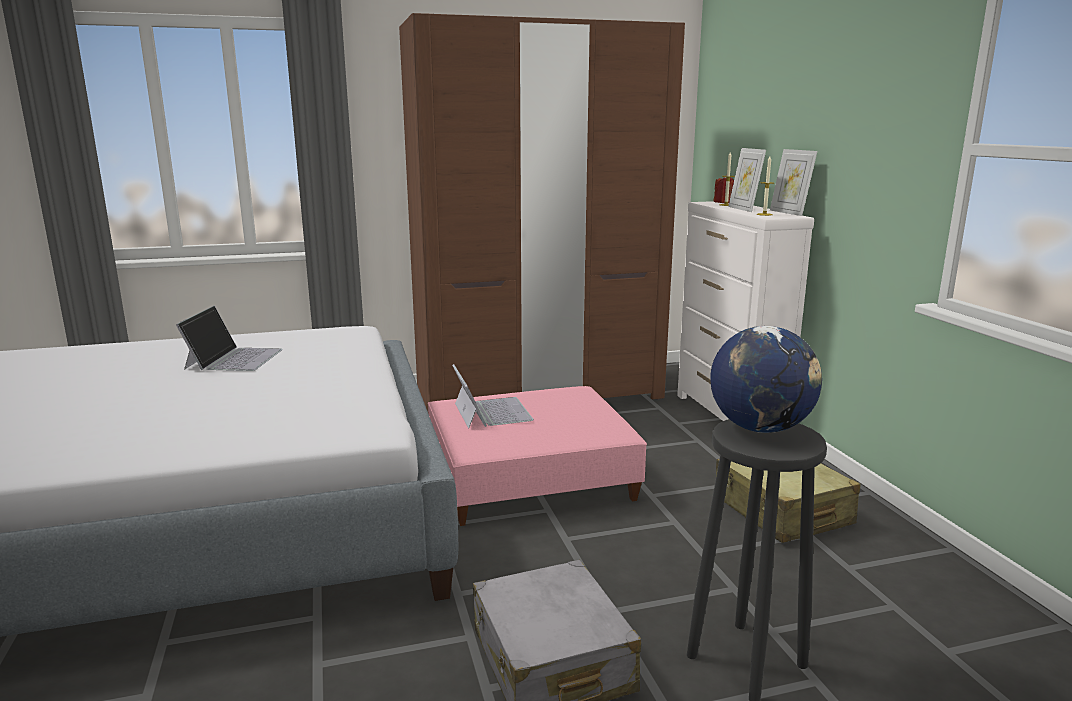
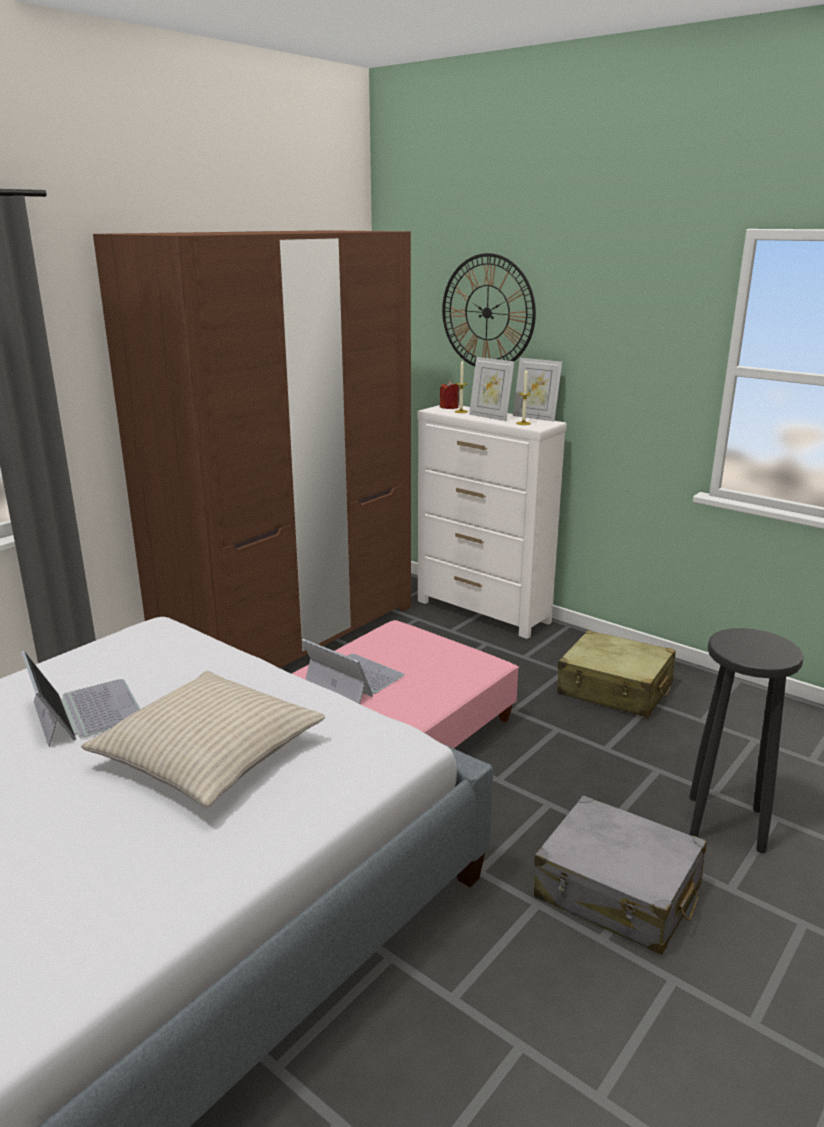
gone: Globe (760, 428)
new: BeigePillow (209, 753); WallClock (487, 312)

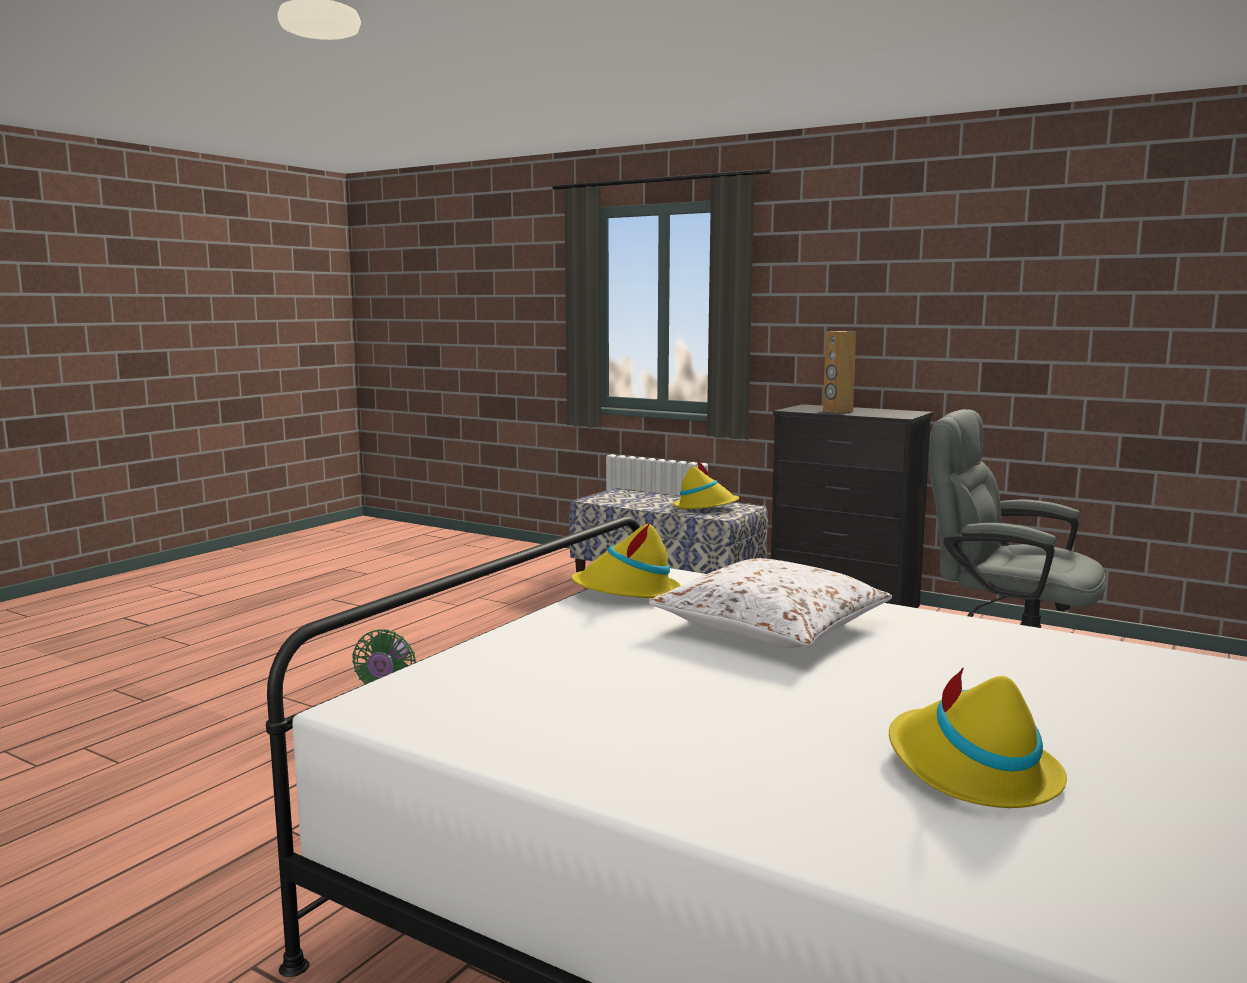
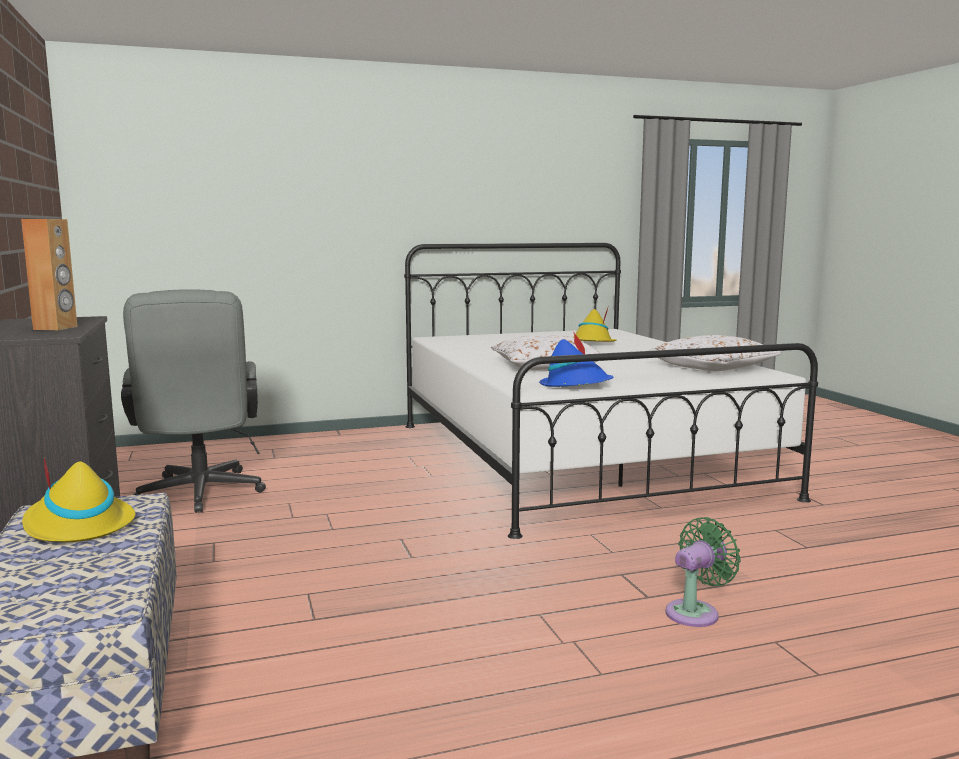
new: WhiteColouredPillow (711, 367)
repainted: YellowHat (627, 592) to BlueColouredHat (575, 386)

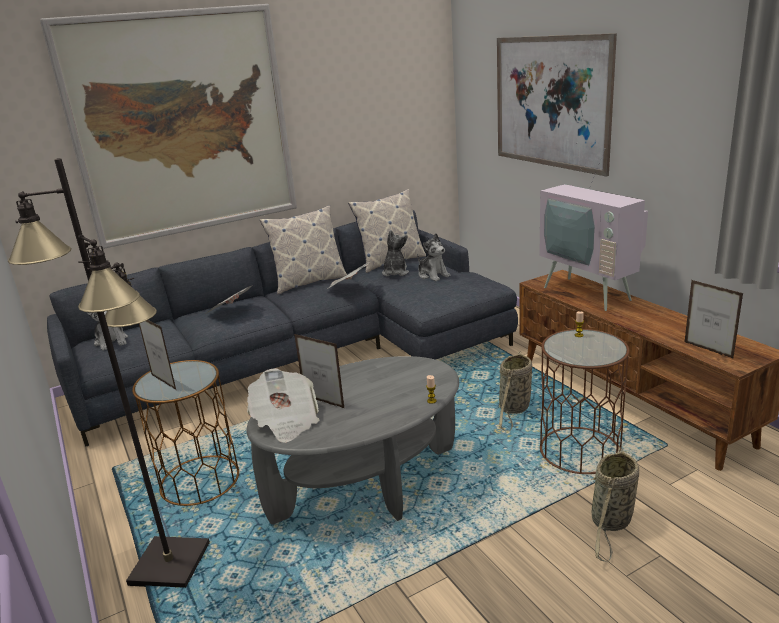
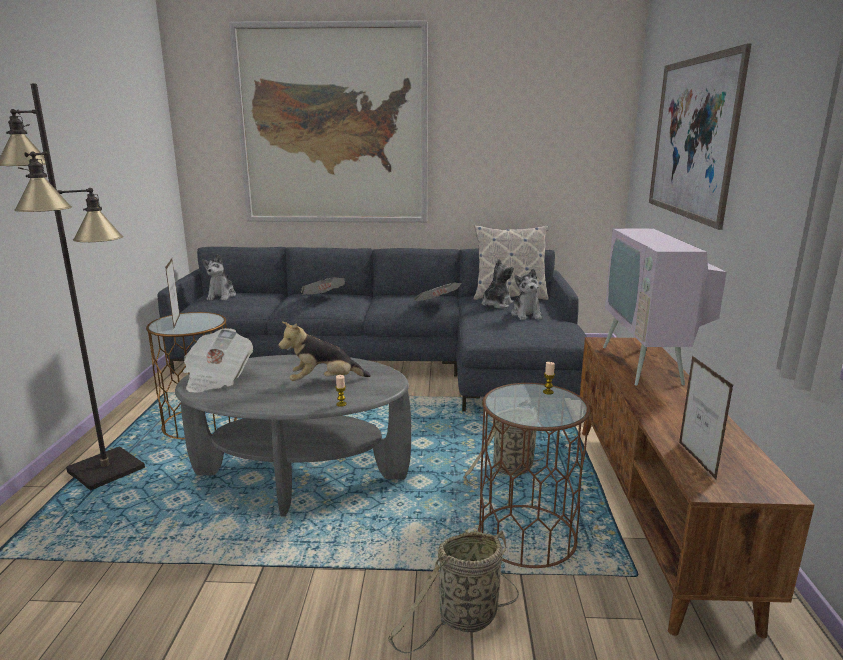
gone: Pillow (309, 282); PictureFrame (323, 402)
new: PlushToy (324, 382)

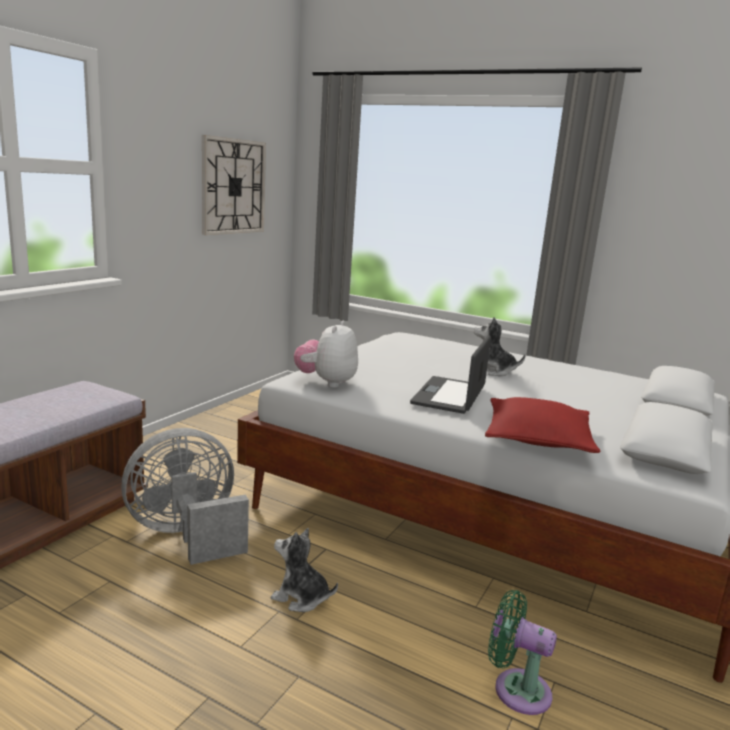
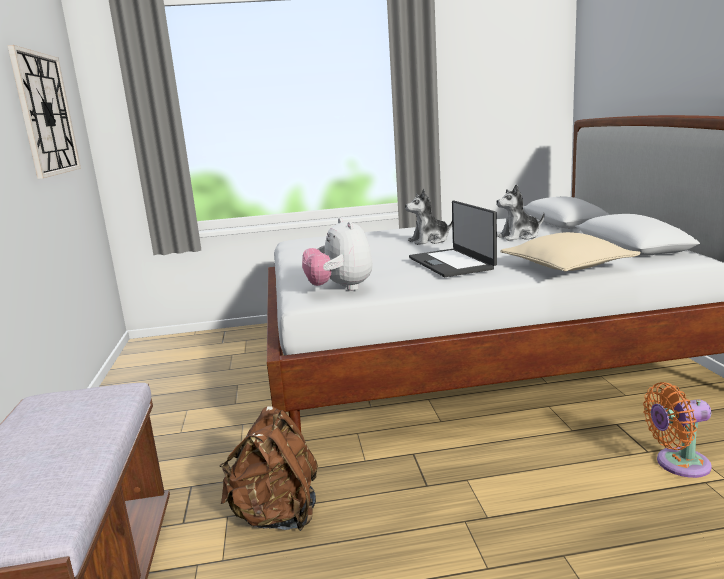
shifted: PlushToy (301, 597) to (519, 237)
swapped: GreyishElectricFan (187, 535) to BrownColouredBackpack (277, 515)
repainted: ReddishPillow (537, 438) to BeigePillow (567, 266); GreenishElectricFan (516, 689) to OrangeyElectricFan (677, 464)

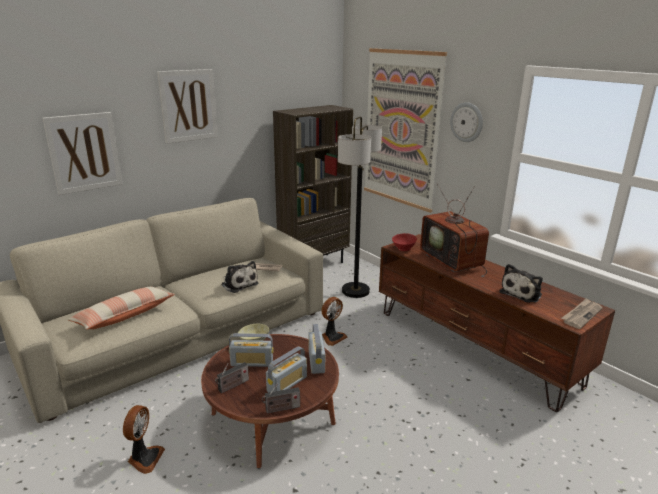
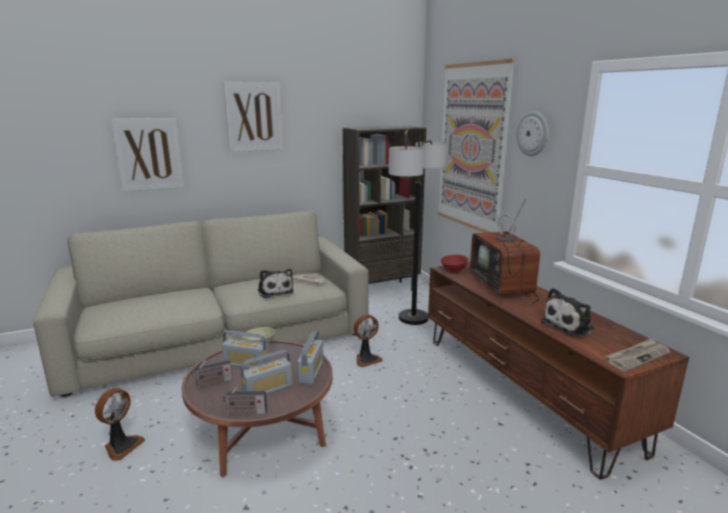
gone: Pillow (124, 316)

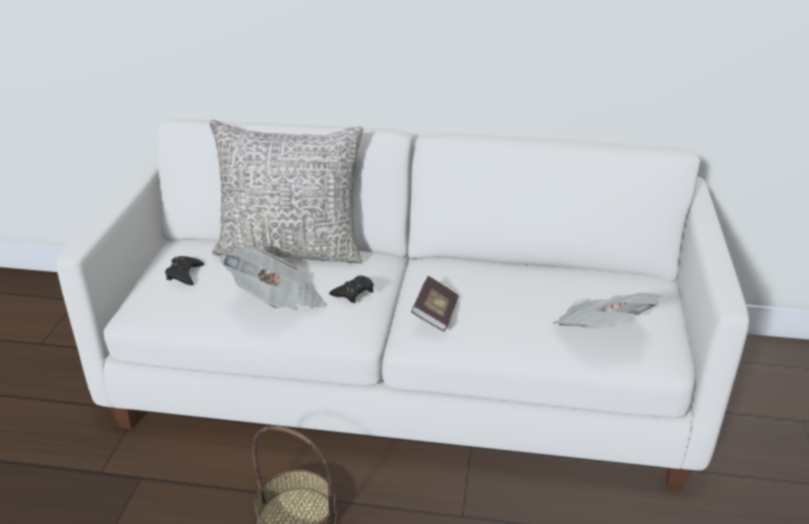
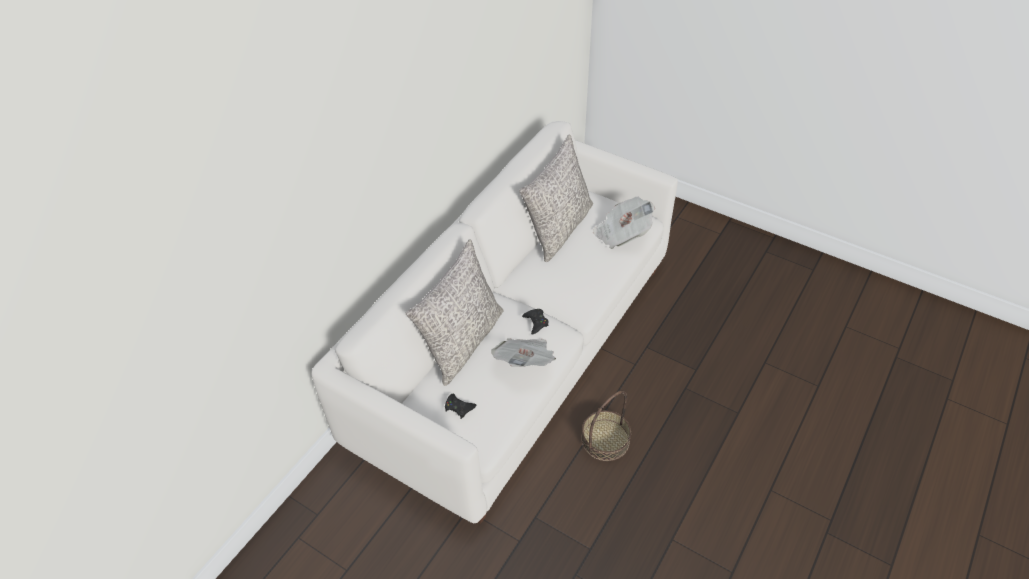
gone: Volume (435, 314)
new: GreyishPillow (558, 228)

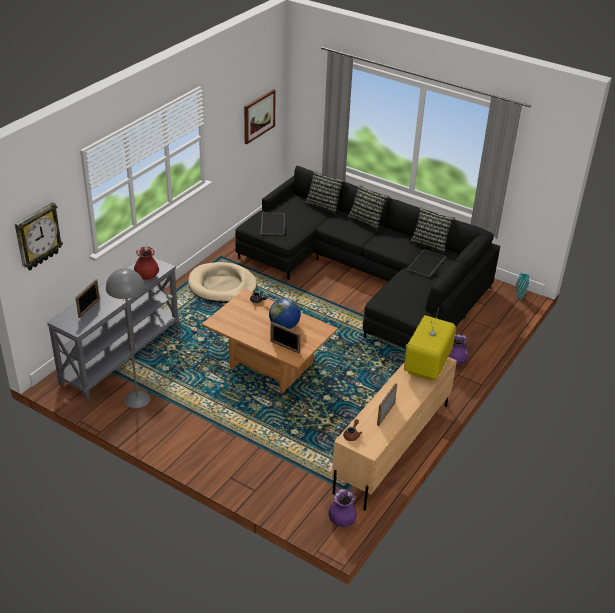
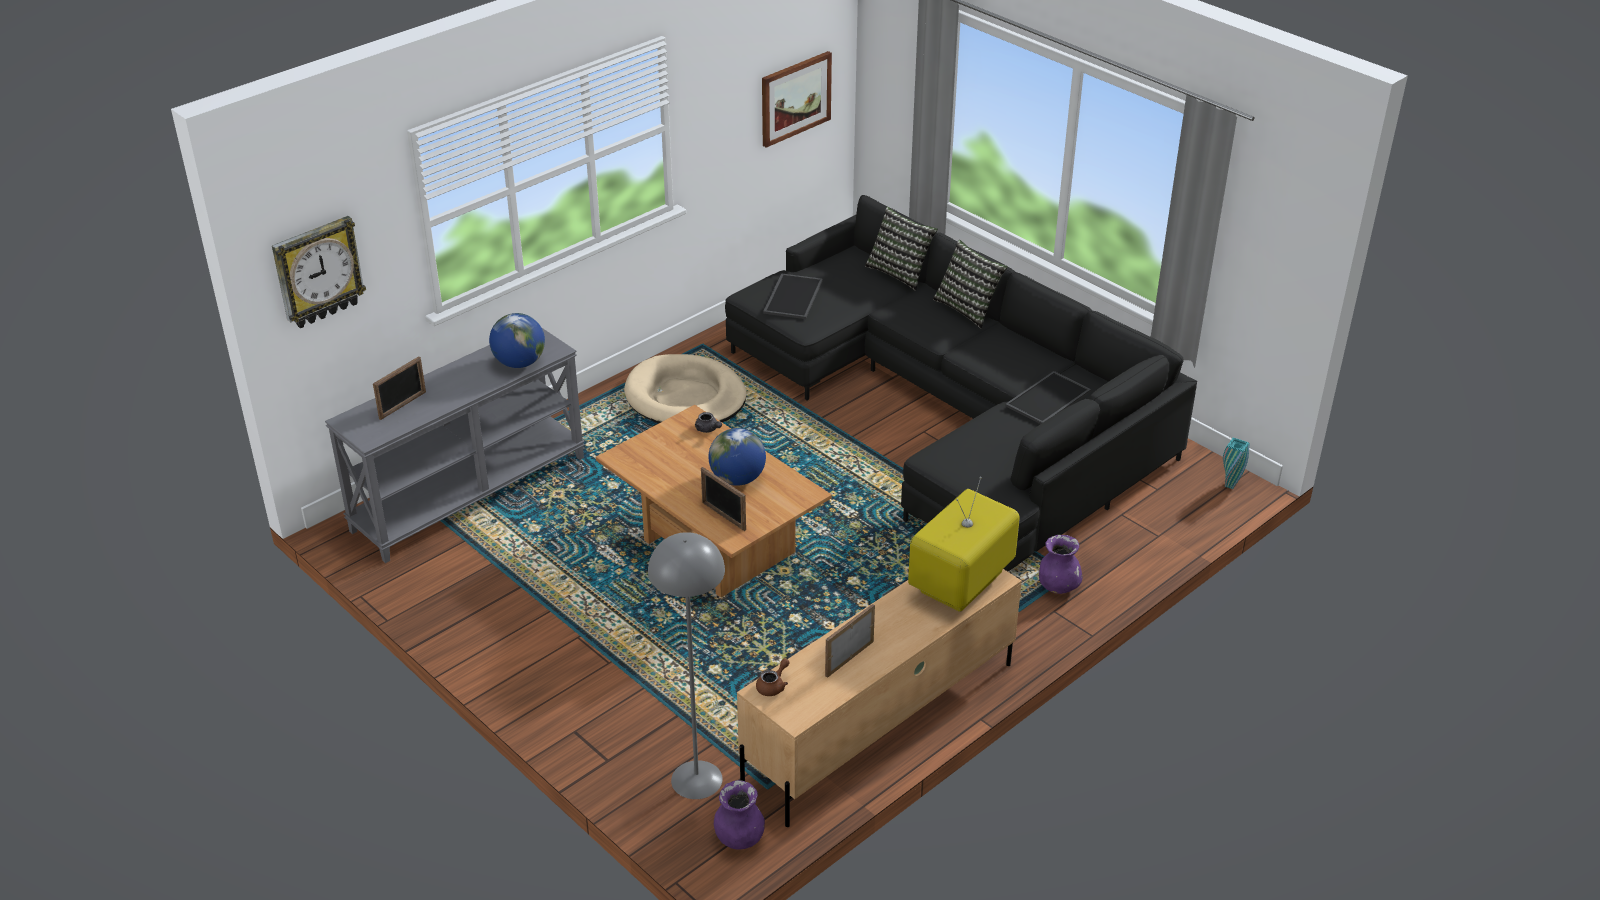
gone: Pillow (430, 244)
shifted: GreyishStandardLamp (137, 399) to (696, 779)
swapped: ReddishDecorativeVase (147, 276) to Globe (519, 363)

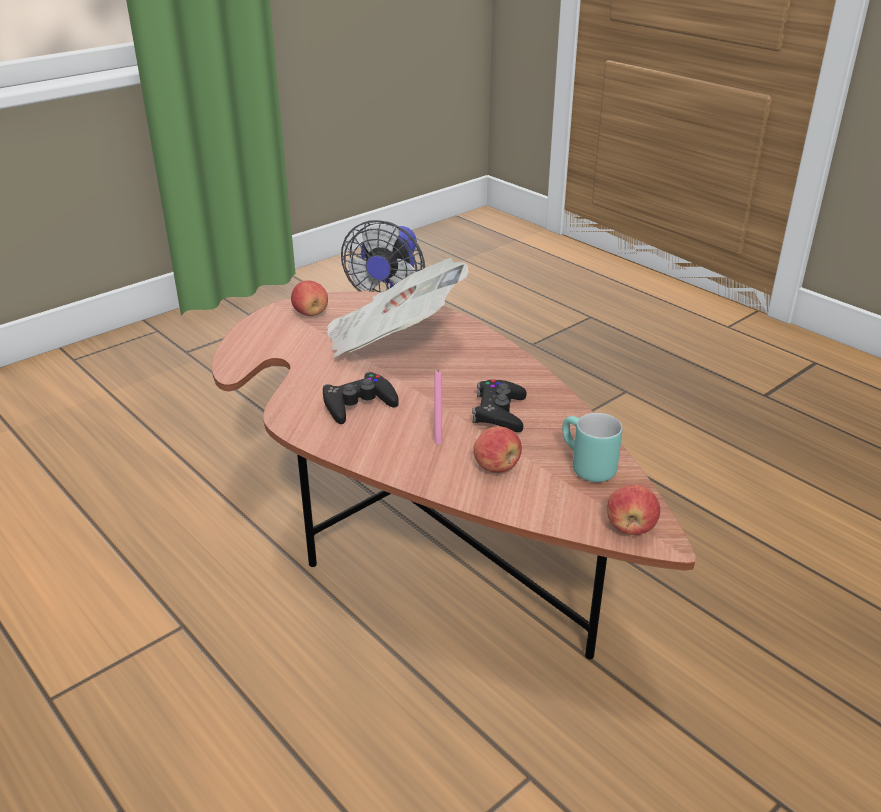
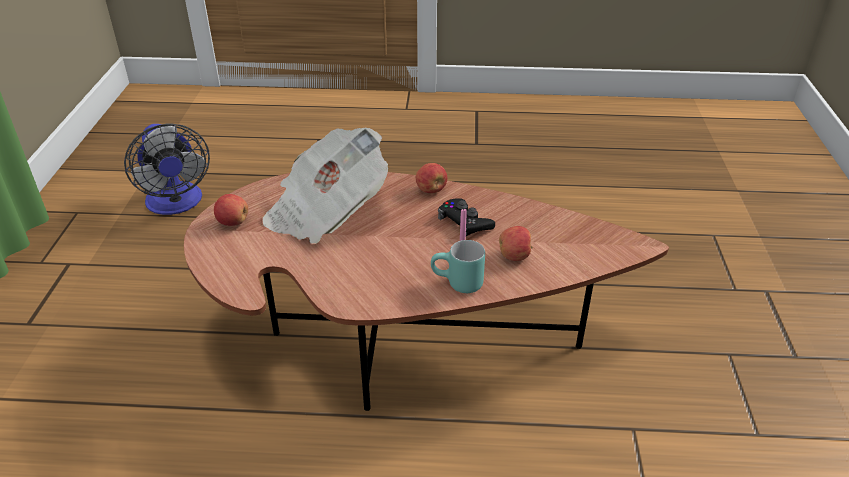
gone: BlackColouredJoypad (358, 404)
shifted: AppleFruit (630, 527) to (431, 190); TurquoiseMug (584, 467) to (457, 285)

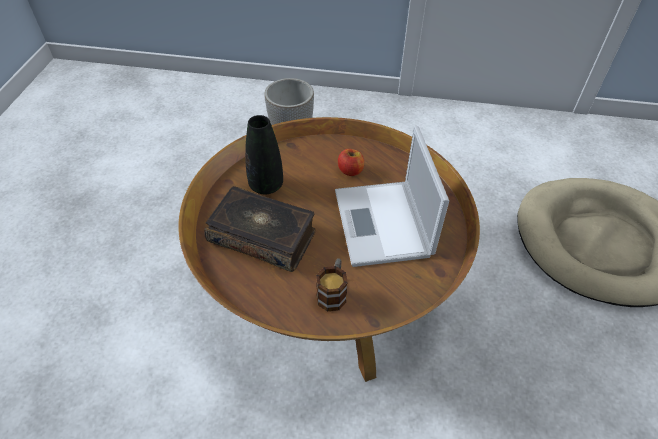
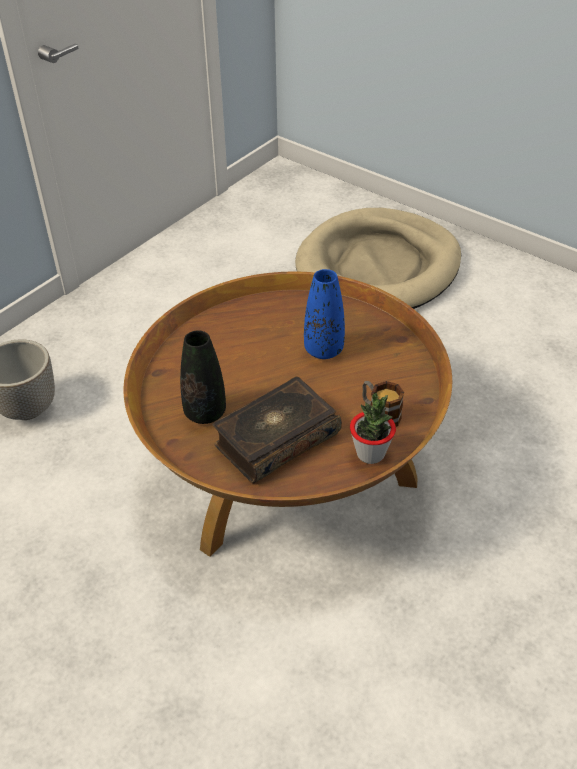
gone: AppleFruit (350, 171)
new: Houseplant (370, 453)
swapped: NotebookComputer (383, 224) to BlueColouredDecorativeVase (323, 350)

